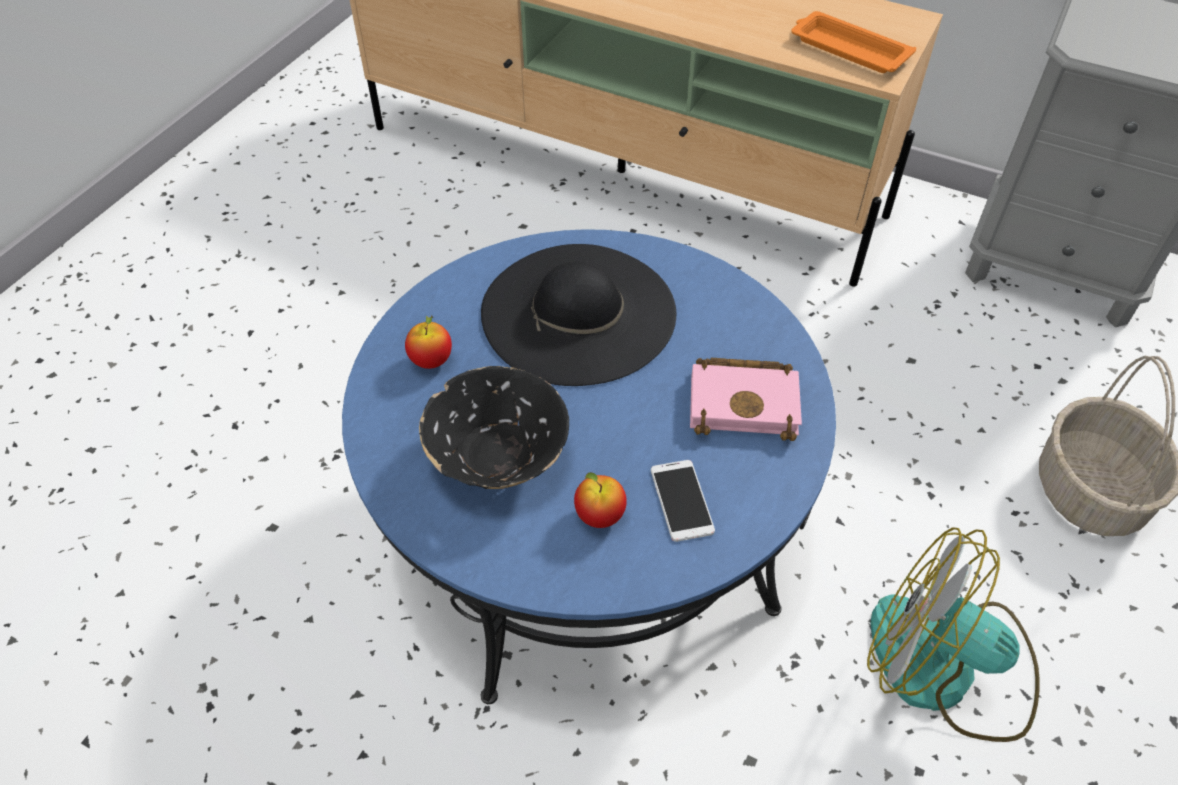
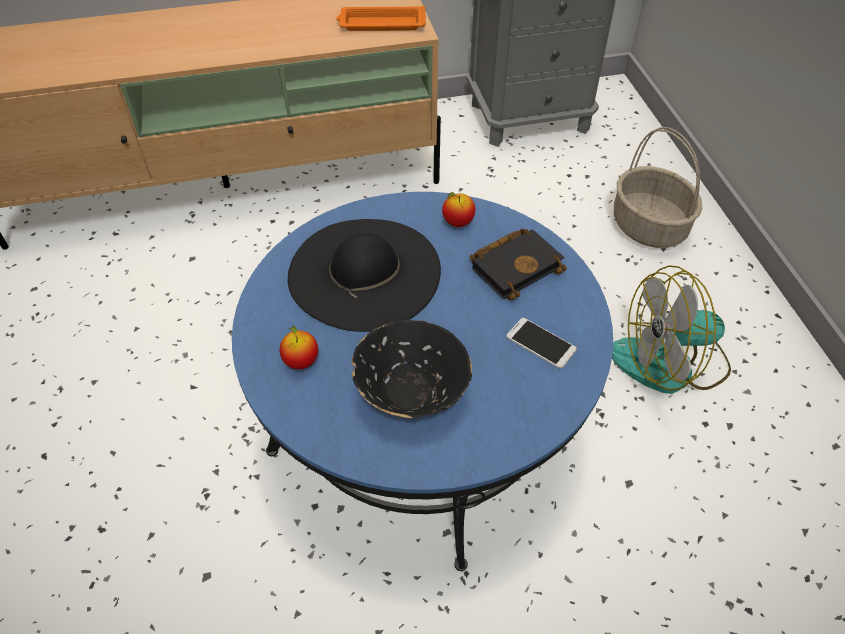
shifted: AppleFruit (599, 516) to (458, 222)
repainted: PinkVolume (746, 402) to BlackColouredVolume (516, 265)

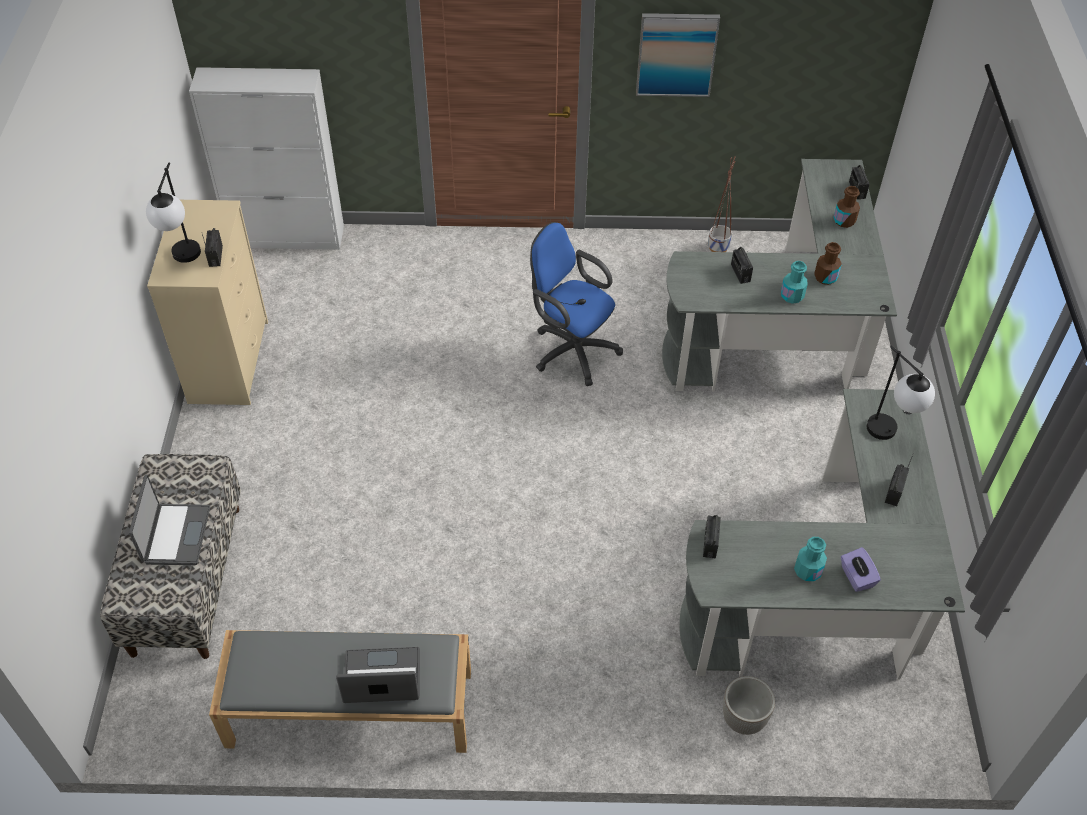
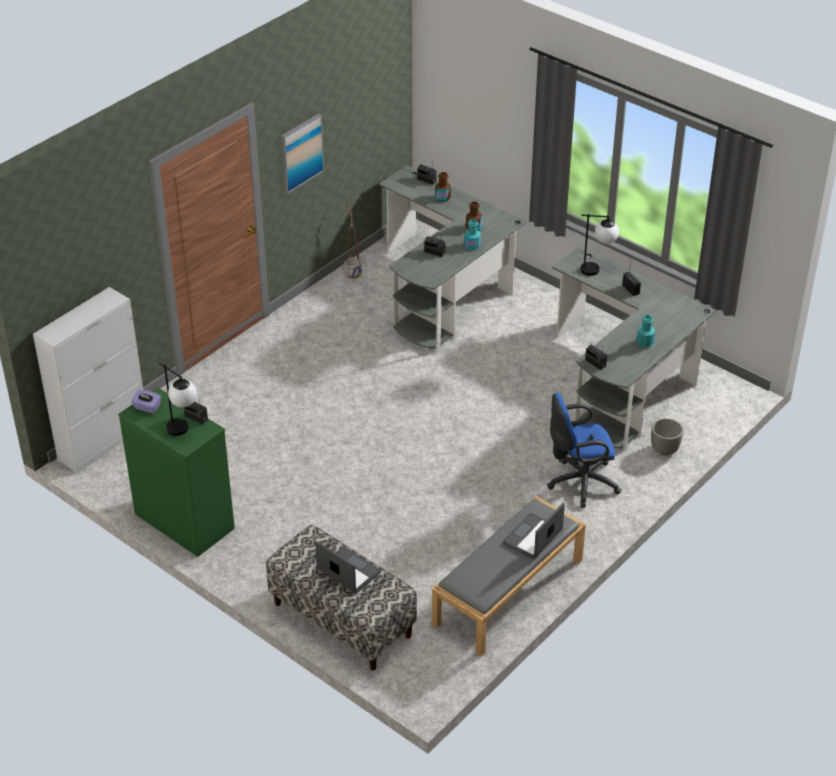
shifted: PurplishTissueHolder (856, 577) to (147, 407); BlueColouredOfficeChair (571, 349) to (579, 483)
repainted: BeigeDresser (229, 360) to GreenishDresser (183, 521)

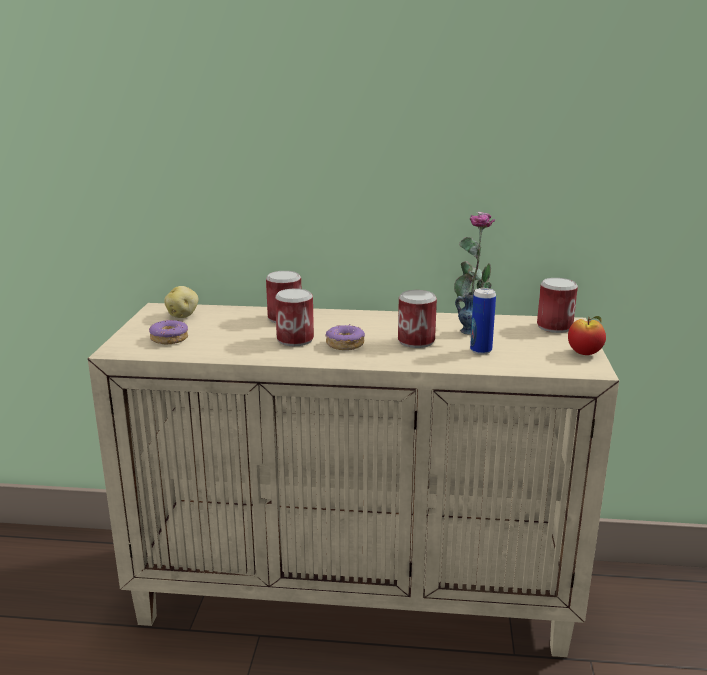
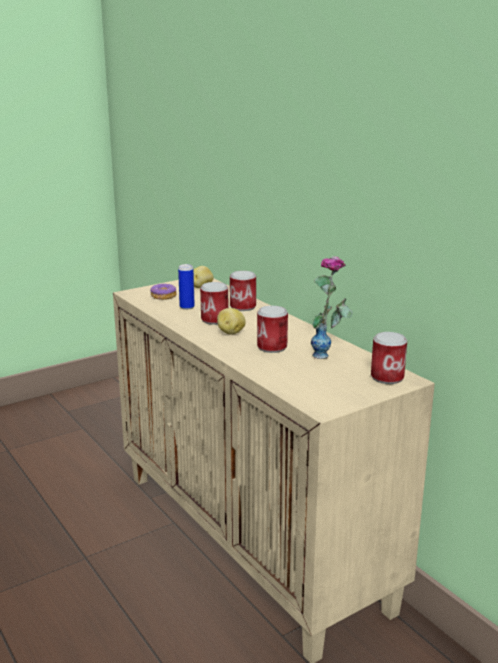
gone: AppleFruit (584, 354)
shifted: SealedCan (481, 350) to (187, 307)
swapped: Donut (344, 344) to WholePotato (230, 332)

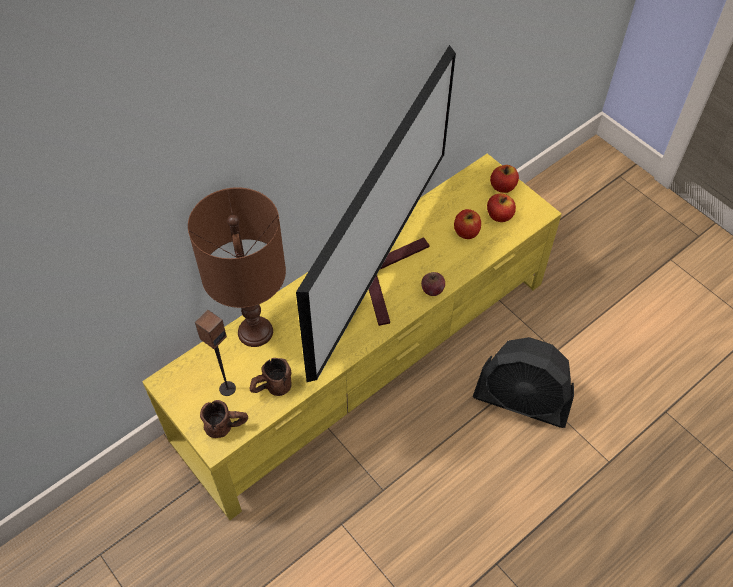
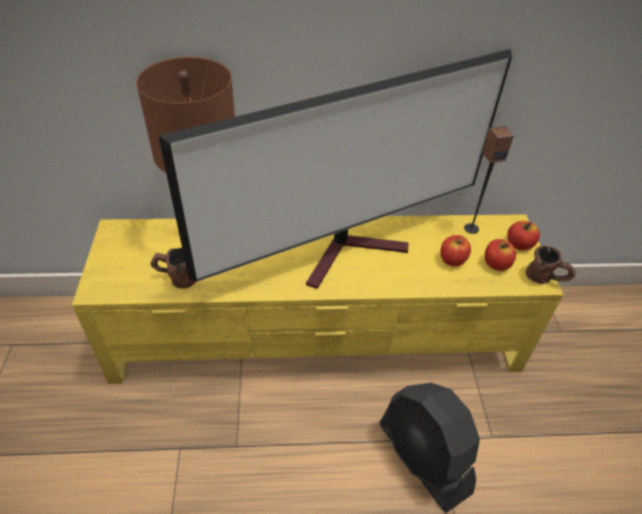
gone: AppleFruit (432, 290)
shifted: Speaker (227, 388) to (471, 228); BrownColouredMug (227, 426) to (546, 279)

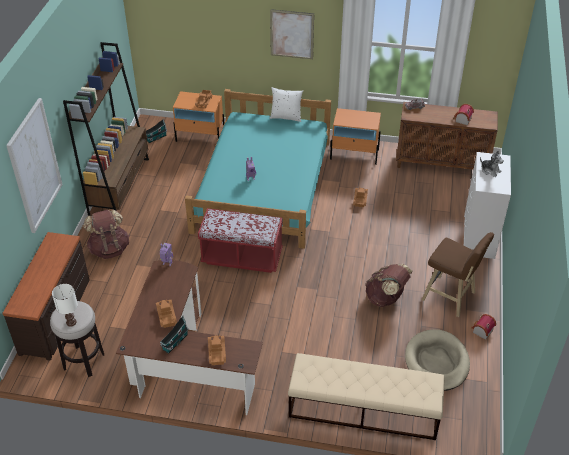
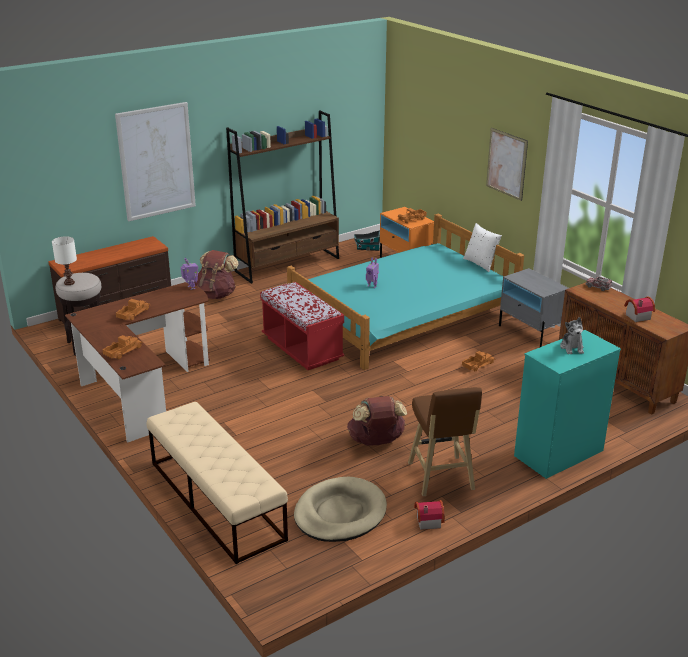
gone: MiniatureHouse (174, 343)
repainted: OrangeyBedsideTable (354, 154) to GreyishBedsideTable (530, 333); WhiteColouredDresser (479, 237) to TurquoiseDresser (558, 453)

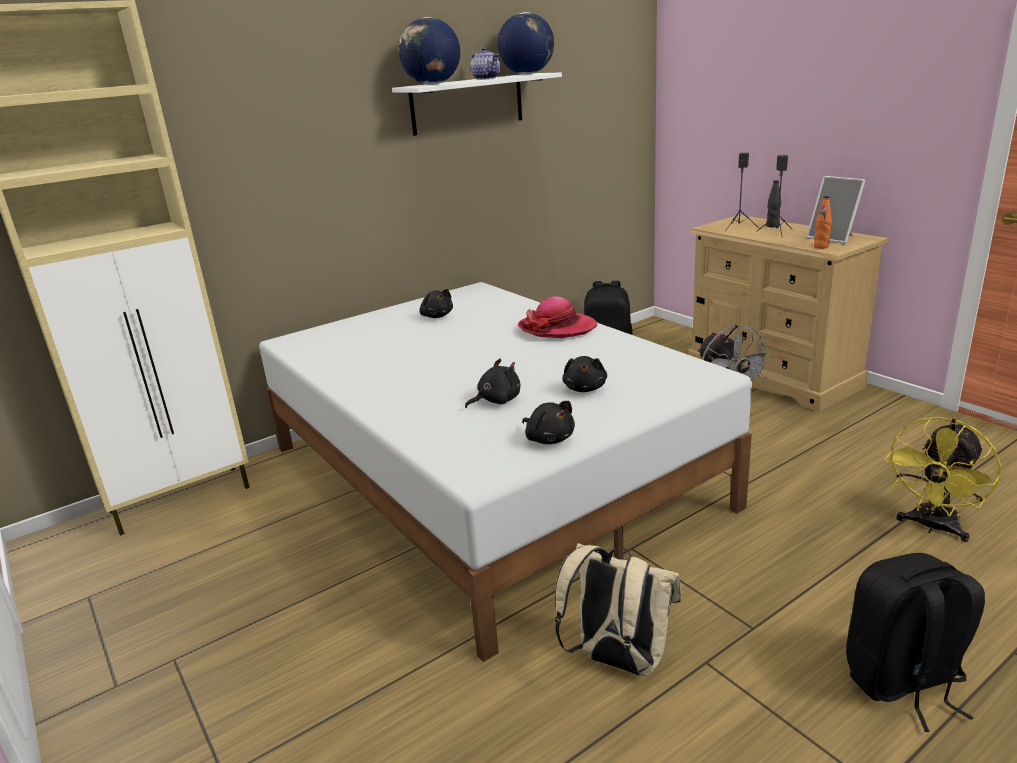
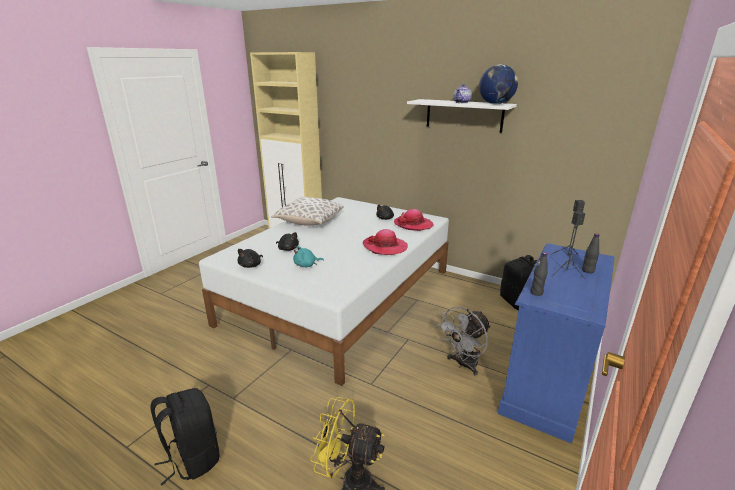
gone: Globe (432, 84); BeigeBackpack (617, 660); PictureFrame (834, 238)
new: Pillow (309, 222); Hat (413, 225)
repainted: BlackColouredPlushToy (585, 388) to TurquoisePlushToy (306, 265); BeigeDresser (772, 375) to BlueColouredDresser (545, 383); OrangeyBeverageBottle (821, 247) to BlackColouredBeverageBottle (536, 293)

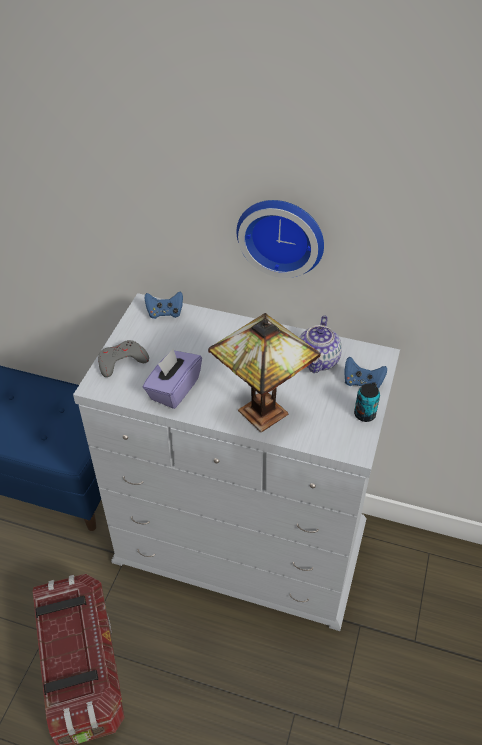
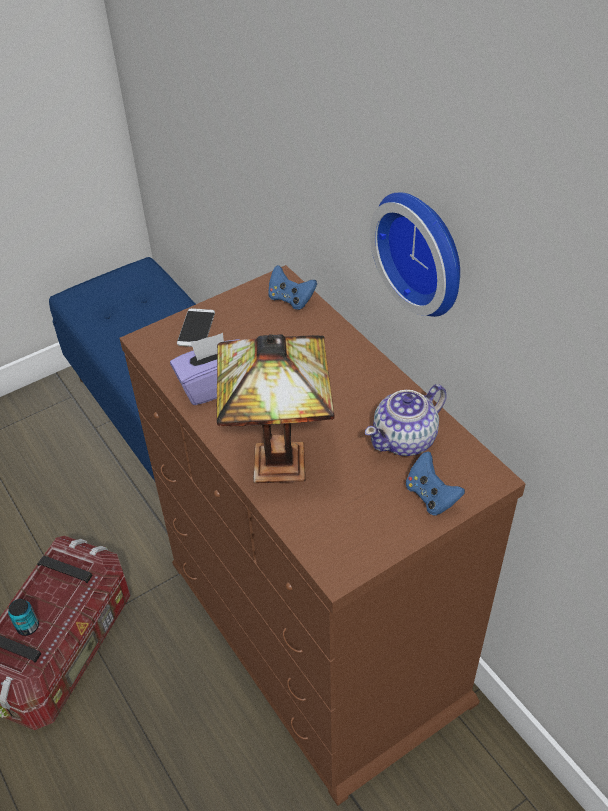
shifted: SealedCan (364, 414) to (28, 626)
swapped: GreyishJoypad (121, 361) to Handset (196, 328)
repainted: WhiteColouredDresser (242, 542) to BrownColouredDresser (316, 631)

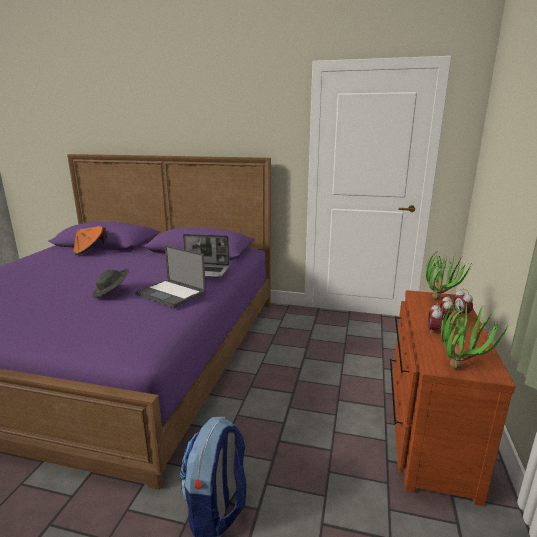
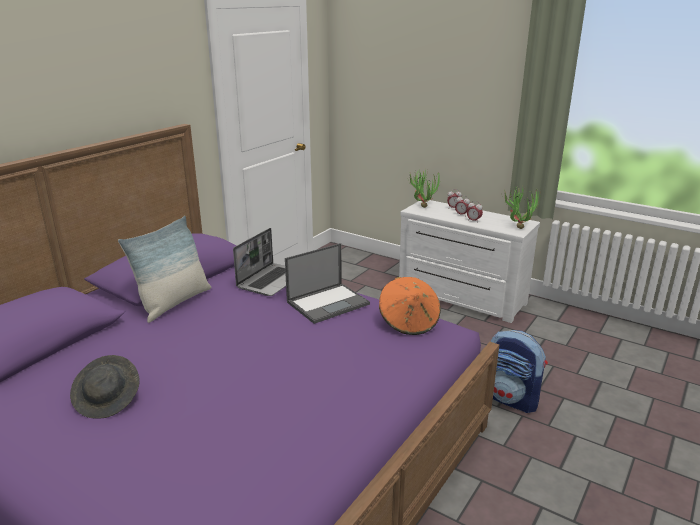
new: Pillow (174, 302)
shifted: GreyishHat (112, 292) to (108, 399); OrangeyHat (90, 251) to (409, 322)
repainted: BrownColouredDresser (426, 429) to WhiteColouredDresser (460, 298)

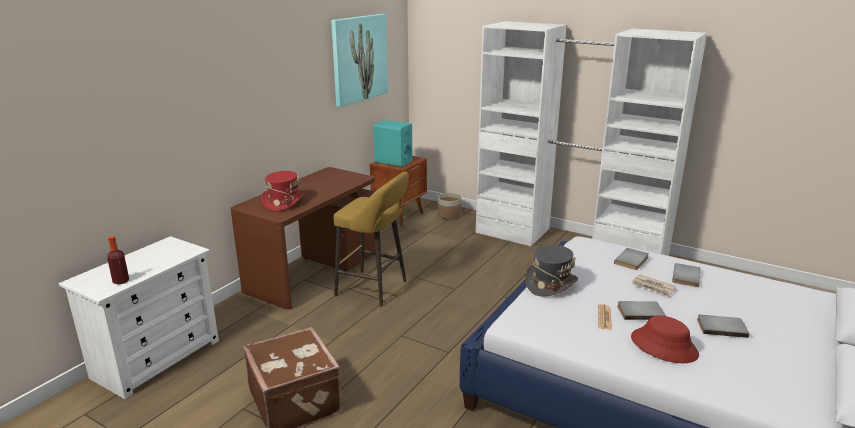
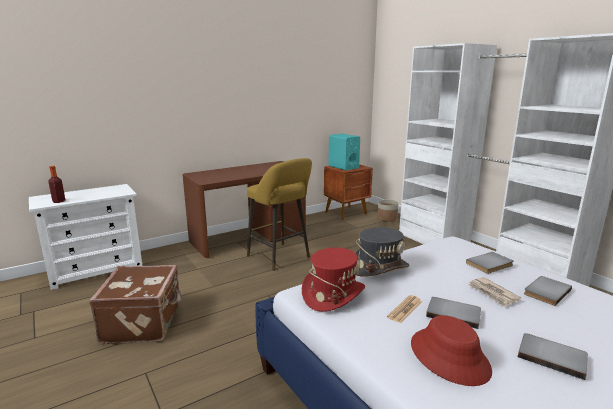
gone: Picture (359, 58)
shifted: ReddishHat (283, 202) to (333, 294)

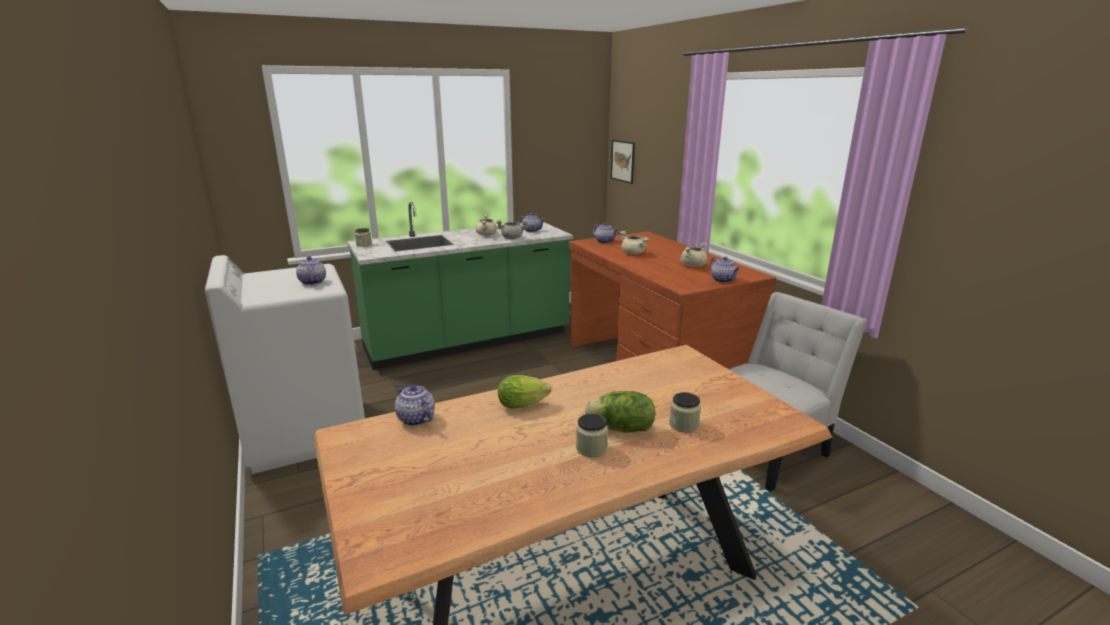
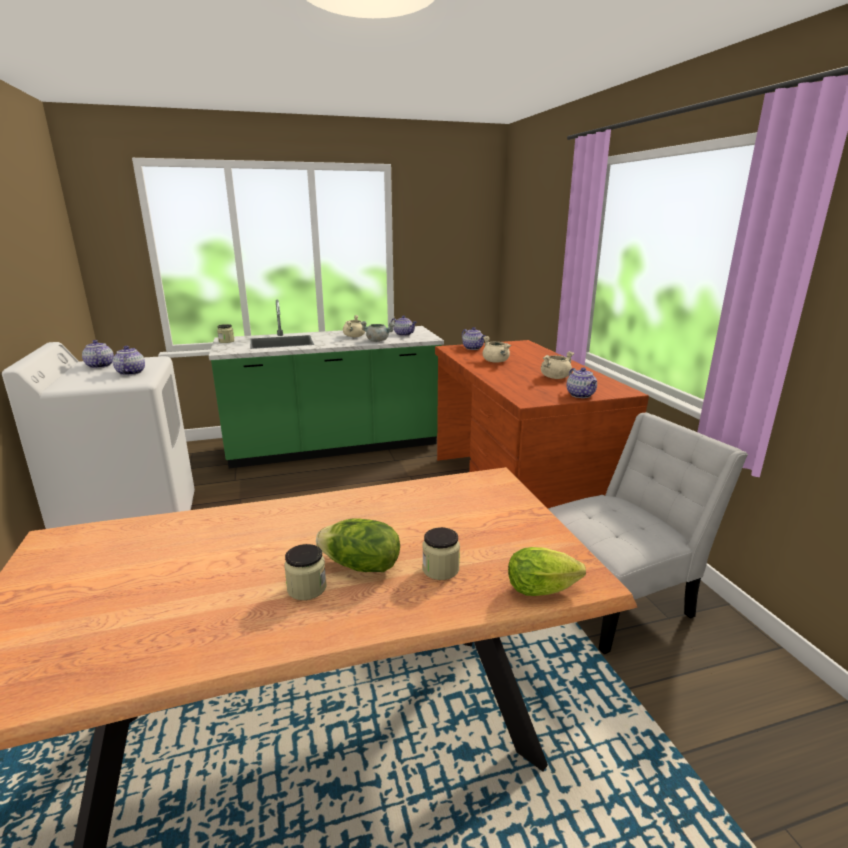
gone: Picture (623, 161)
shifted: Teapot (415, 418) to (99, 366); LettuceHead (525, 405) to (545, 589)

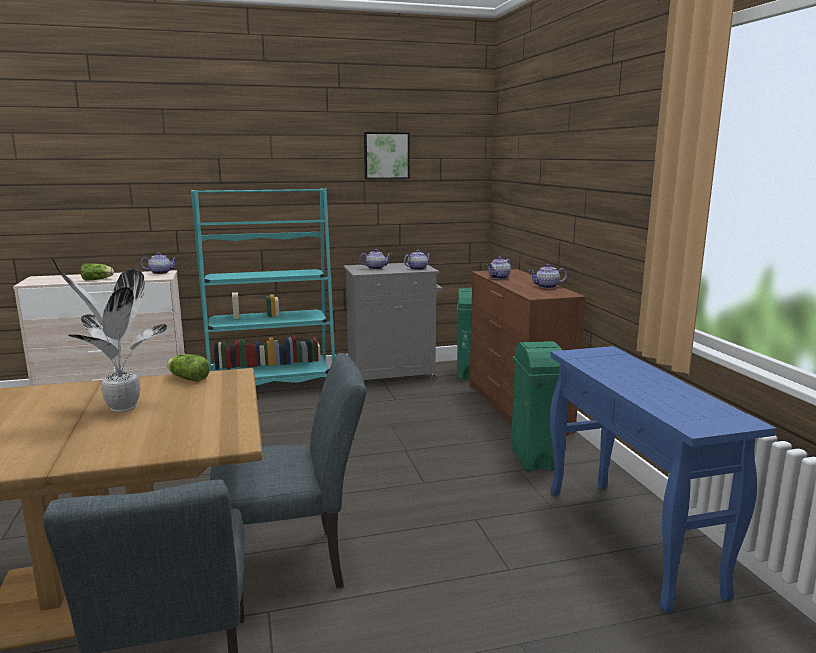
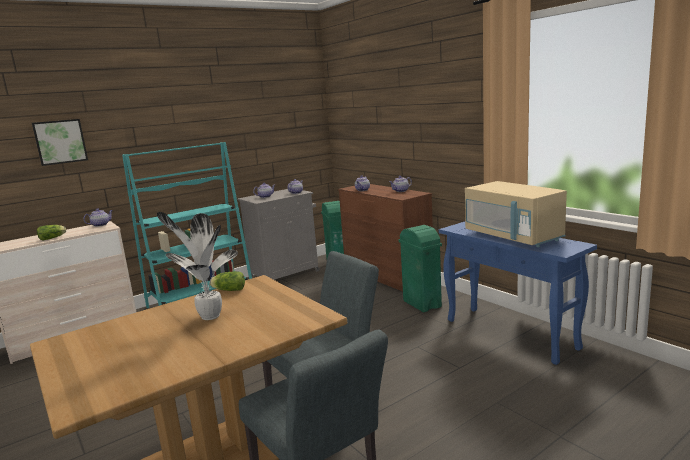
new: BeigeMicrowave (513, 237)
shifted: Picture (386, 155) to (60, 141)

